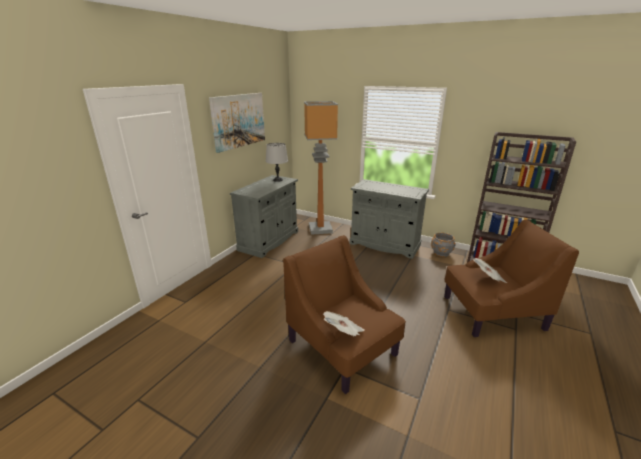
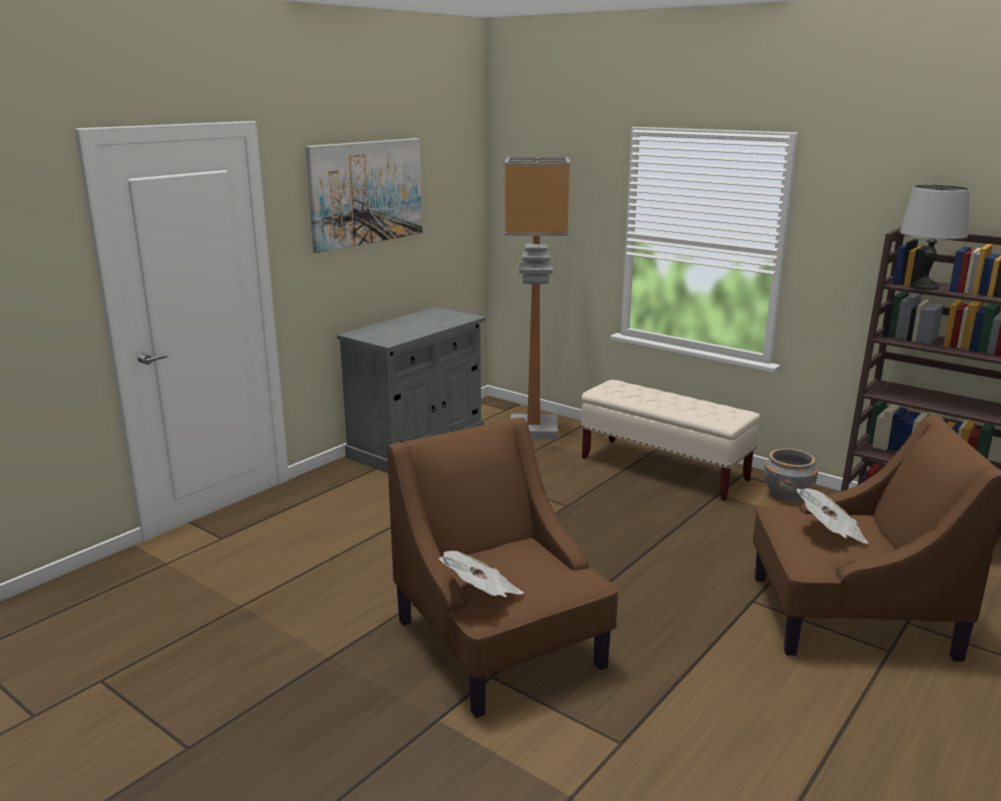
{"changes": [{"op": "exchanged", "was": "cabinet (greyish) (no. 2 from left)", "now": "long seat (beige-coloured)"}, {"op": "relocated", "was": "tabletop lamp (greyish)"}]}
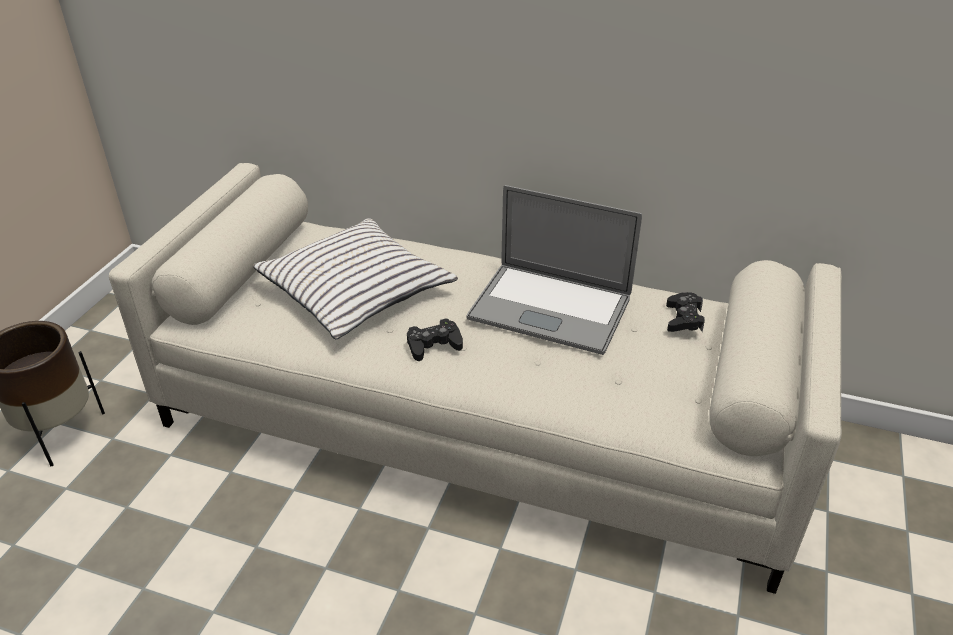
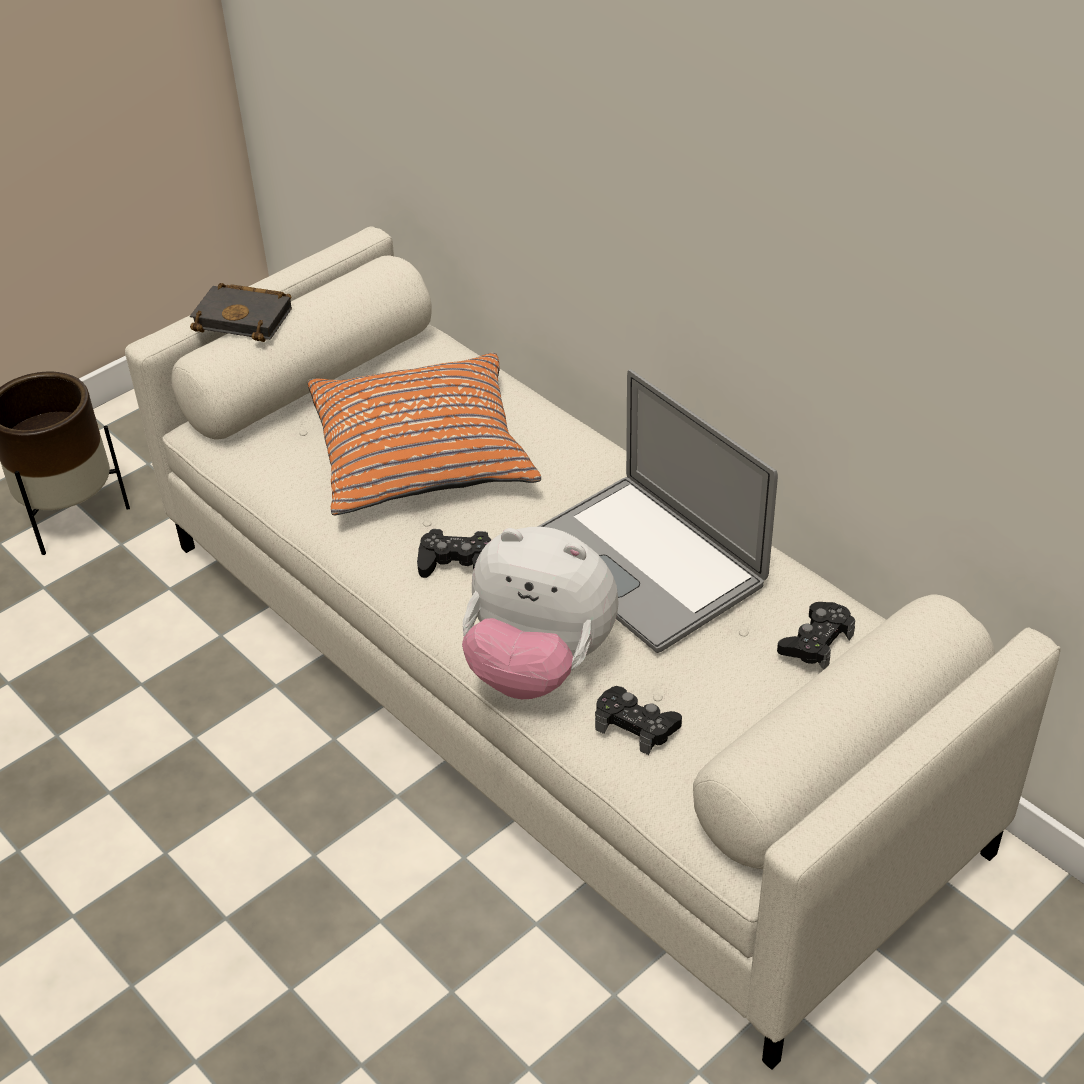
{"changes": [{"op": "appeared", "now": "bound book (blackish)"}, {"op": "colour", "was": "cushion (white-coloured)", "now": "cushion (orange-coloured)"}, {"op": "appeared", "now": "cuddly toy"}, {"op": "appeared", "now": "gamepad (blackish) (no. 2 from left)"}]}
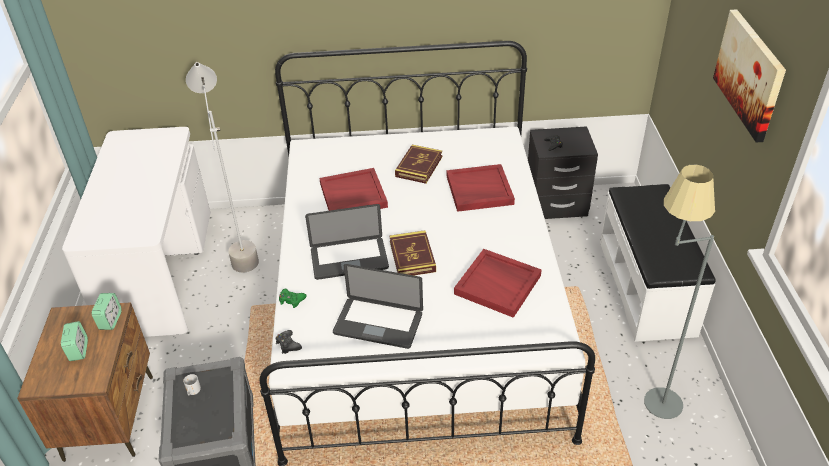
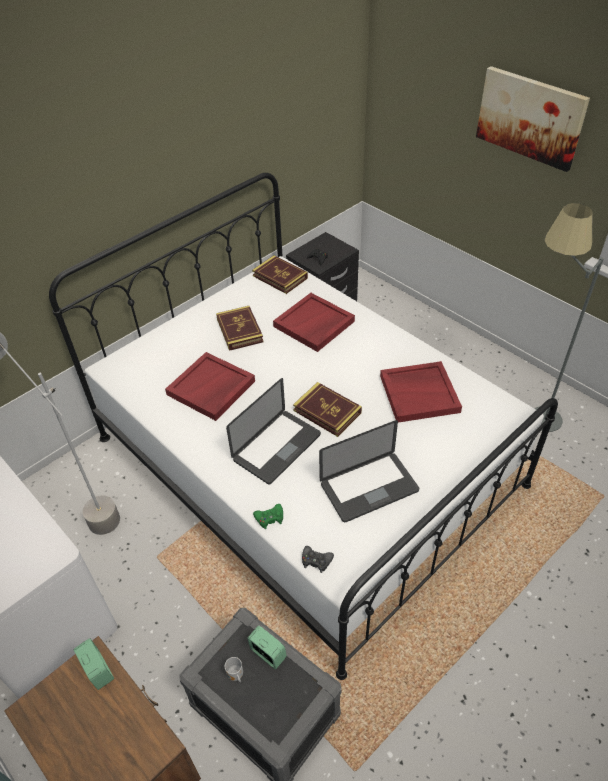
{"changes": [{"op": "relocated", "was": "alarm clock (no. 1 from left in the first image)", "now": "alarm clock (no. 2 from left)"}, {"op": "appeared", "now": "bound book (no. 2 from left)"}, {"op": "missing", "was": "long seat (white-coloured)"}]}
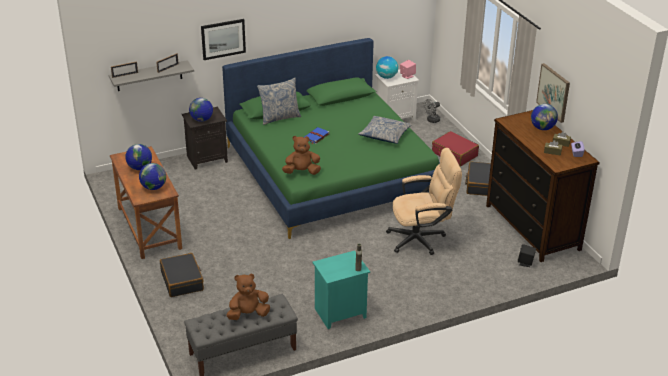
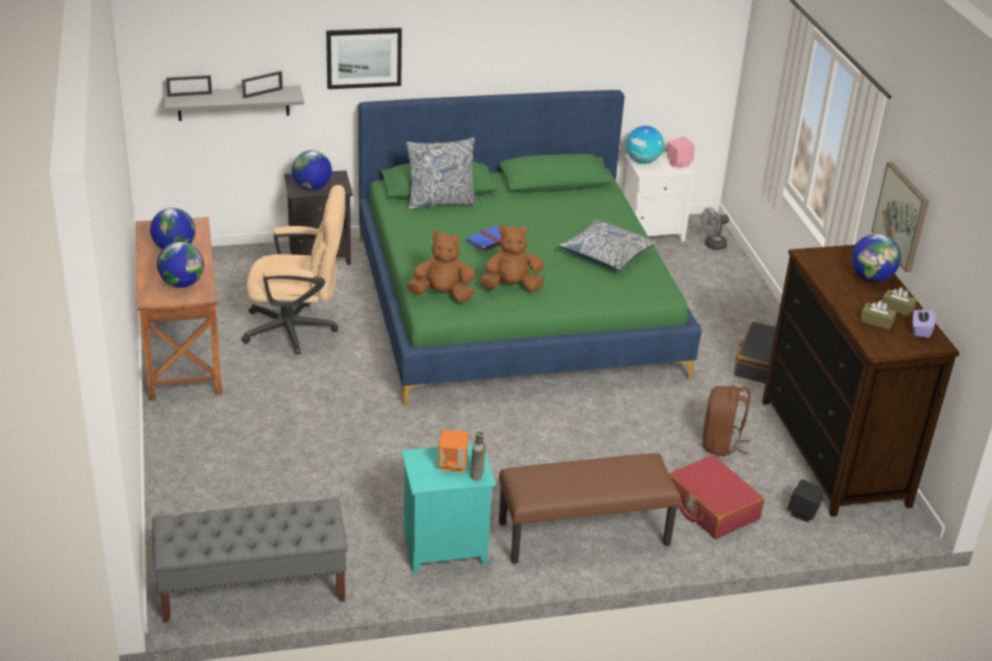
{"changes": [{"op": "relocated", "was": "desk chair (beige-coloured)"}, {"op": "appeared", "now": "audio speaker (orange-coloured)"}, {"op": "relocated", "was": "cuddly toy (brown-coloured) (no. 1 from left in the first image)", "now": "cuddly toy (brown-coloured) (no. 2 from left)"}, {"op": "appeared", "now": "long seat (brown-coloured)"}, {"op": "relocated", "was": "piece of luggage (red-coloured)"}, {"op": "appeared", "now": "rucksack (brown-coloured)"}, {"op": "missing", "was": "piece of luggage (blackish) (no. 1 from left)"}]}
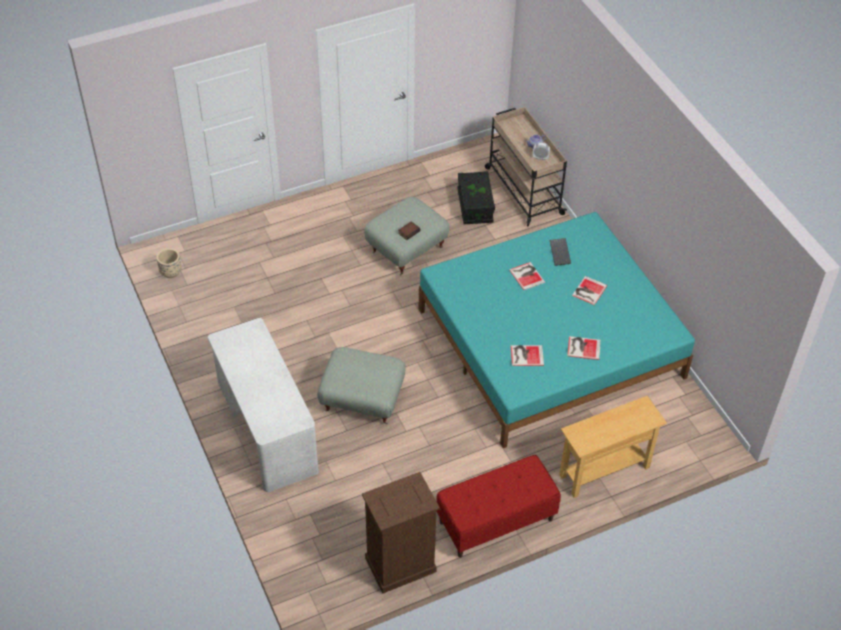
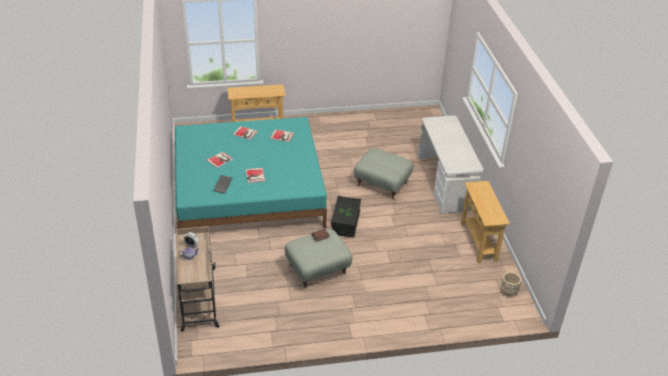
{"changes": [{"op": "relocated", "was": "storage bin (blackish)"}, {"op": "appeared", "now": "console table (beige-coloured) (no. 2 from left)"}, {"op": "missing", "was": "dresser (brown-coloured)"}, {"op": "missing", "was": "long seat (red-coloured)"}]}
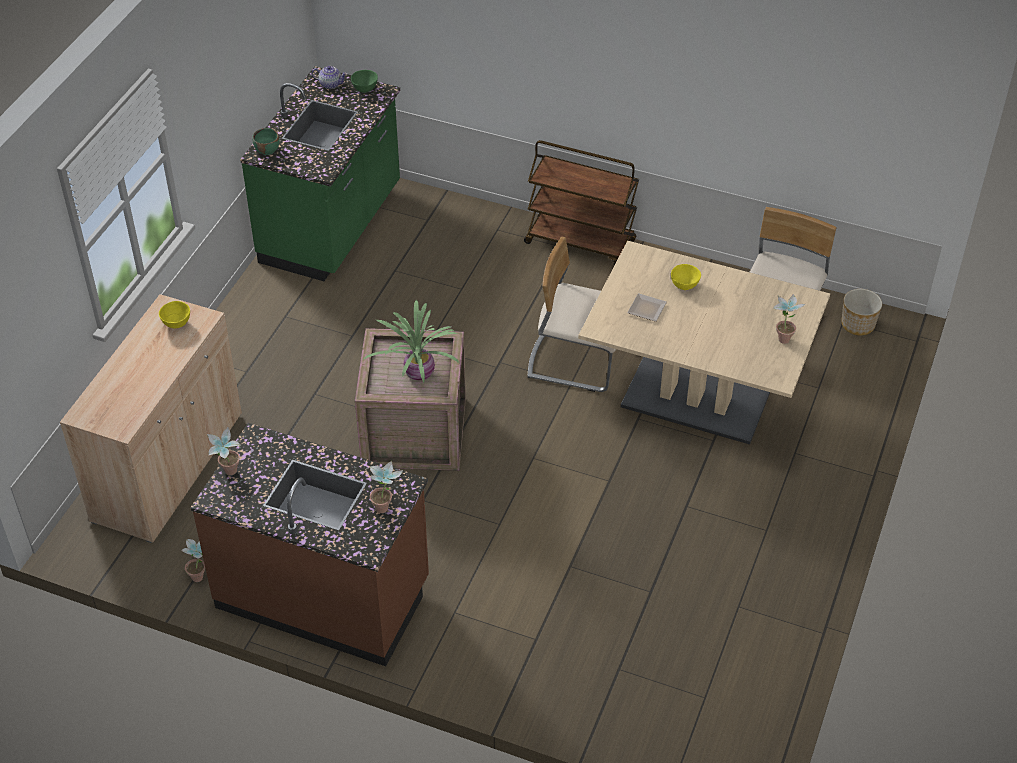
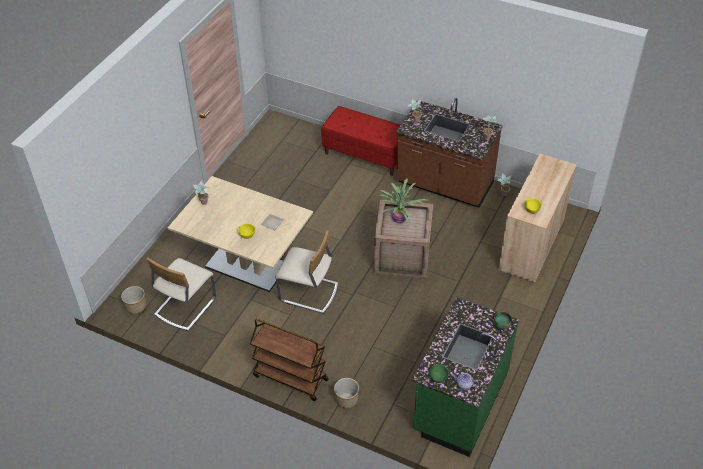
{"changes": [{"op": "appeared", "now": "long seat (red-coloured)"}, {"op": "appeared", "now": "flower pot (no. 2 from left)"}]}
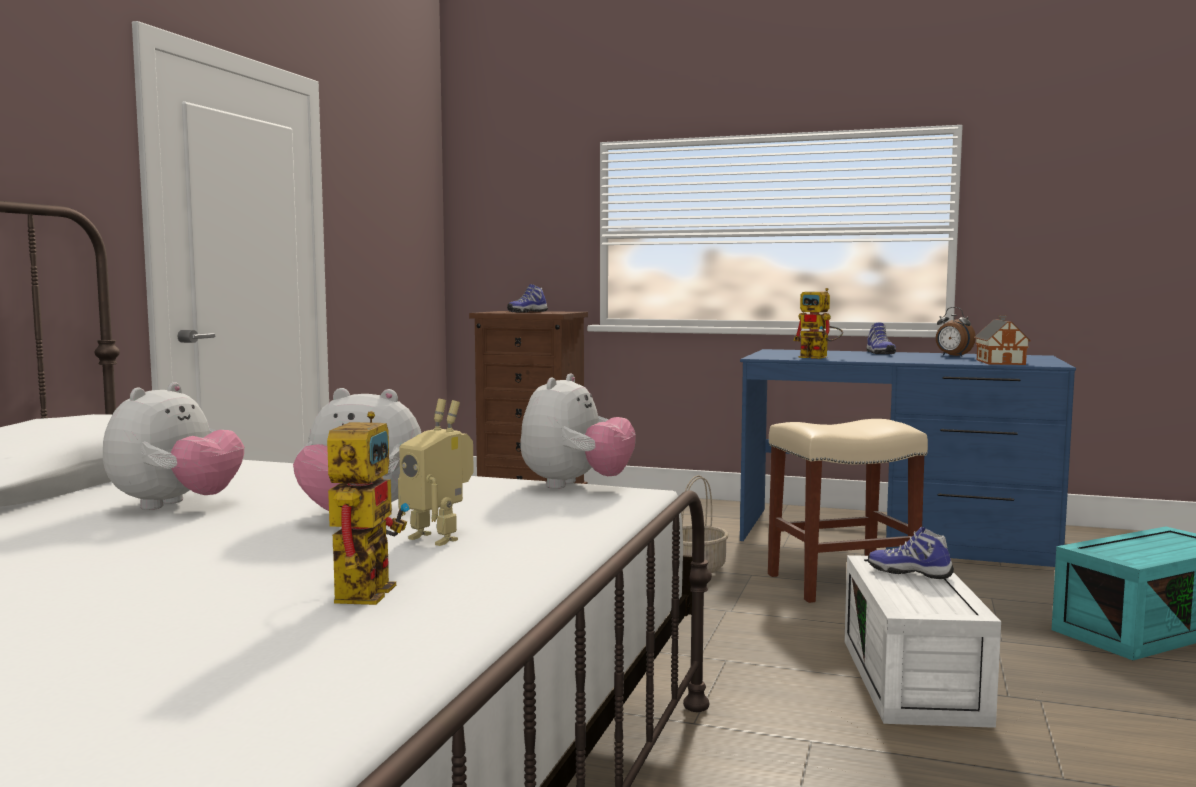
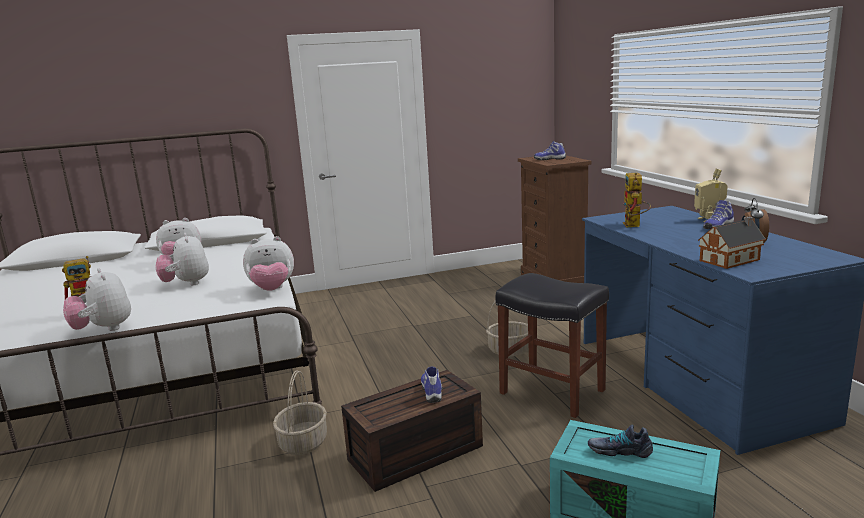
{"changes": [{"op": "appeared", "now": "cuddly toy (no. 1 from left)"}, {"op": "appeared", "now": "basket (no. 1 from left)"}, {"op": "colour", "was": "storage bin (white-coloured)", "now": "storage bin (brown-coloured)"}, {"op": "colour", "was": "stool (beige-coloured)", "now": "stool (blackish)"}, {"op": "appeared", "now": "low shoe (no. 3 from left)"}, {"op": "relocated", "was": "toy robot (no. 2 from left in the first image)", "now": "toy robot (no. 3 from left)"}]}
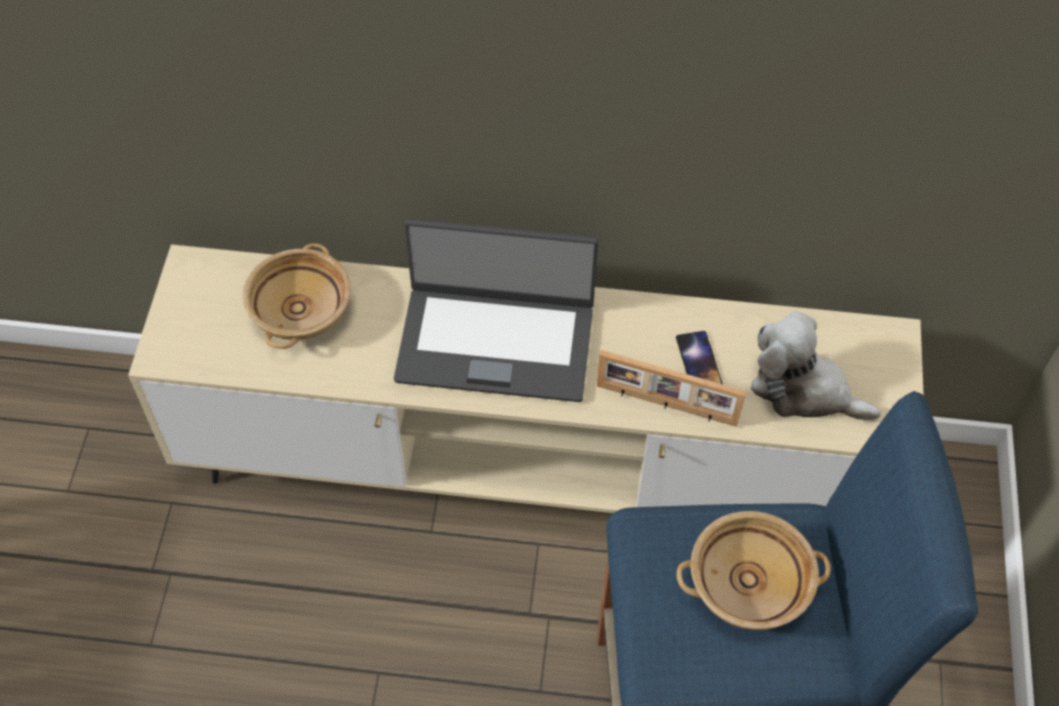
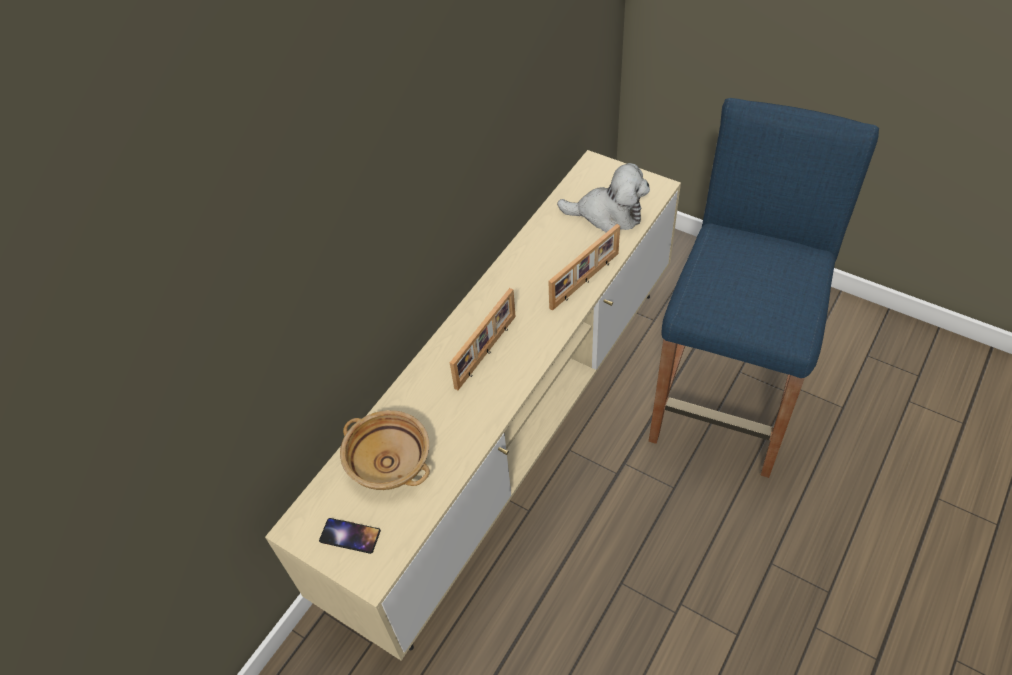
{"changes": [{"op": "relocated", "was": "handset"}, {"op": "exchanged", "was": "notebook computer", "now": "photo frame (no. 1 from left)"}, {"op": "spun", "was": "cuddly toy", "clockwise": -135}, {"op": "missing", "was": "deep dish (beige-coloured) (no. 2 from left)"}]}
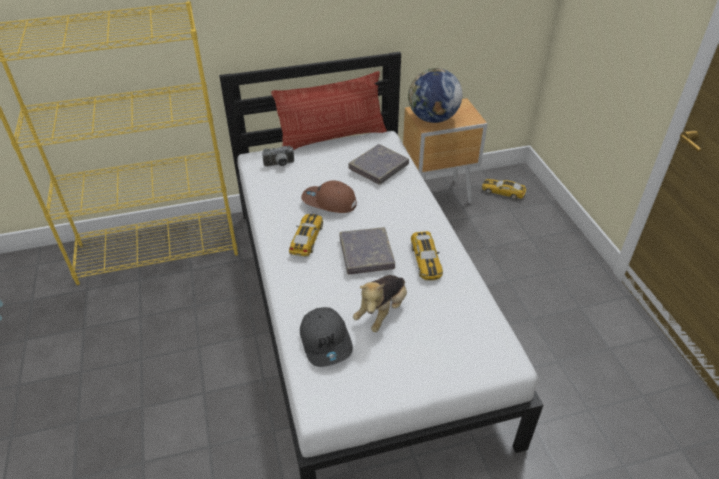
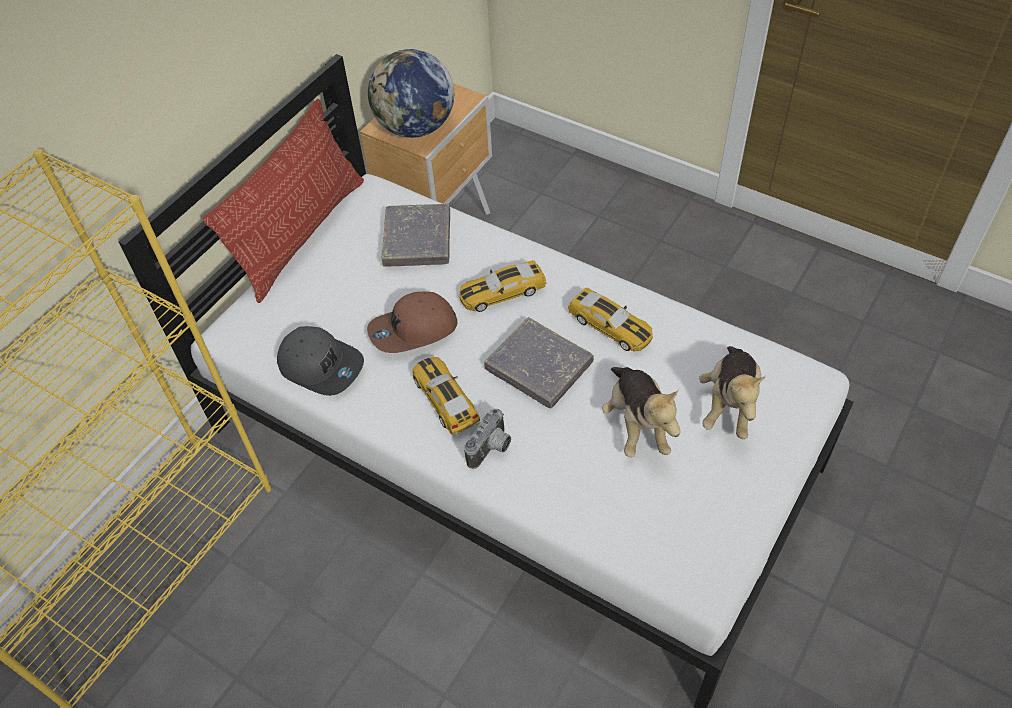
{"changes": [{"op": "relocated", "was": "baseball cap (greyish)"}, {"op": "relocated", "was": "toy car (no. 3 from left in the first image)", "now": "toy car (no. 2 from left)"}, {"op": "relocated", "was": "still camera"}, {"op": "appeared", "now": "cuddly toy (no. 2 from left)"}]}
